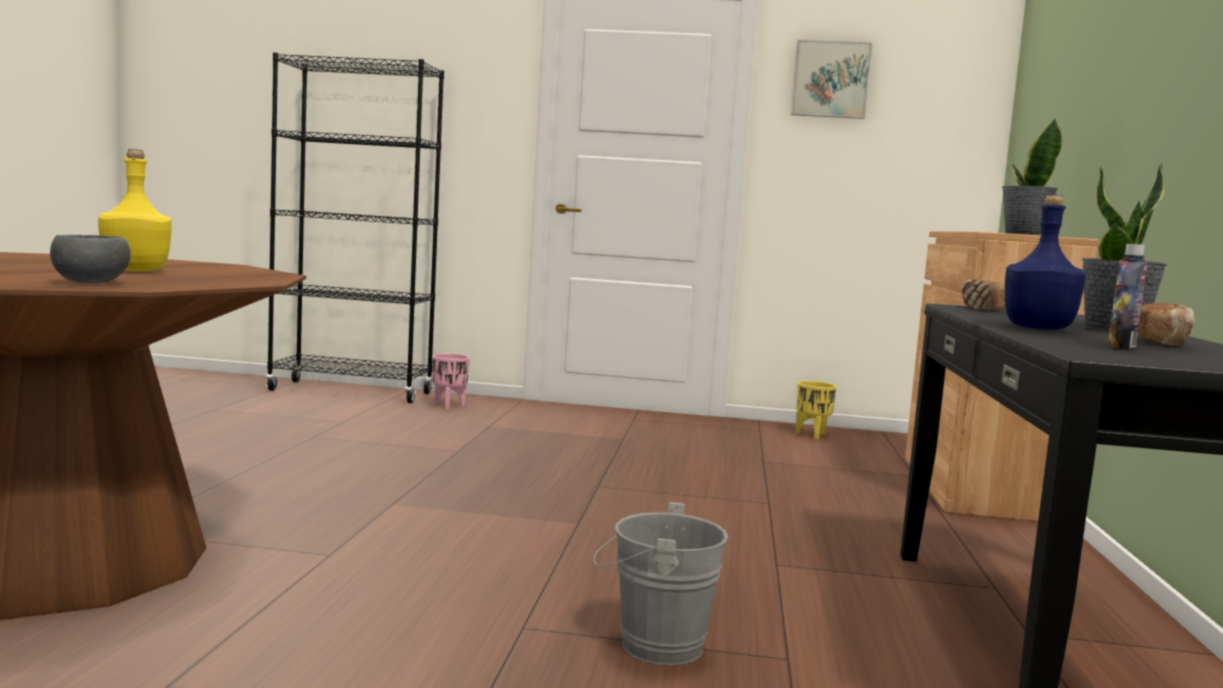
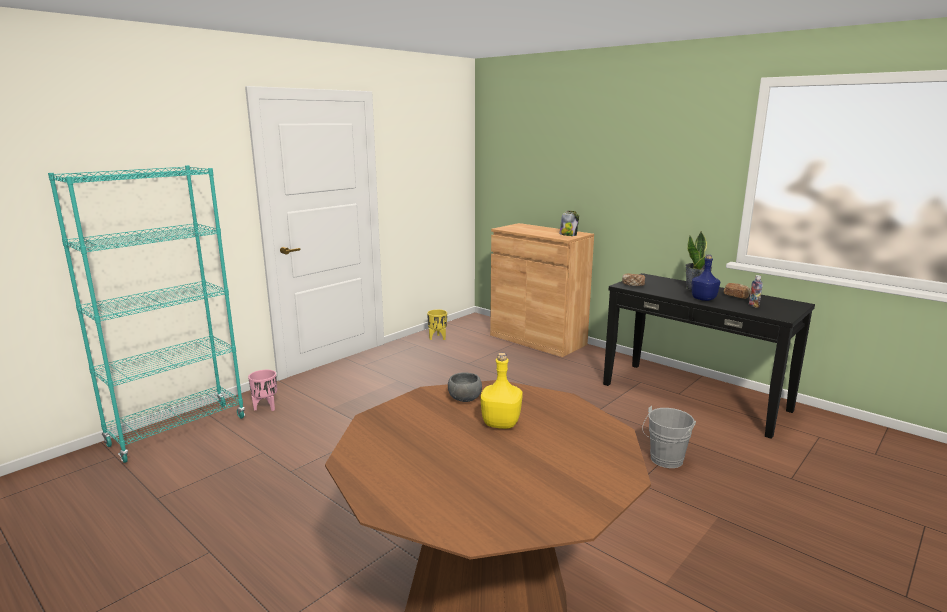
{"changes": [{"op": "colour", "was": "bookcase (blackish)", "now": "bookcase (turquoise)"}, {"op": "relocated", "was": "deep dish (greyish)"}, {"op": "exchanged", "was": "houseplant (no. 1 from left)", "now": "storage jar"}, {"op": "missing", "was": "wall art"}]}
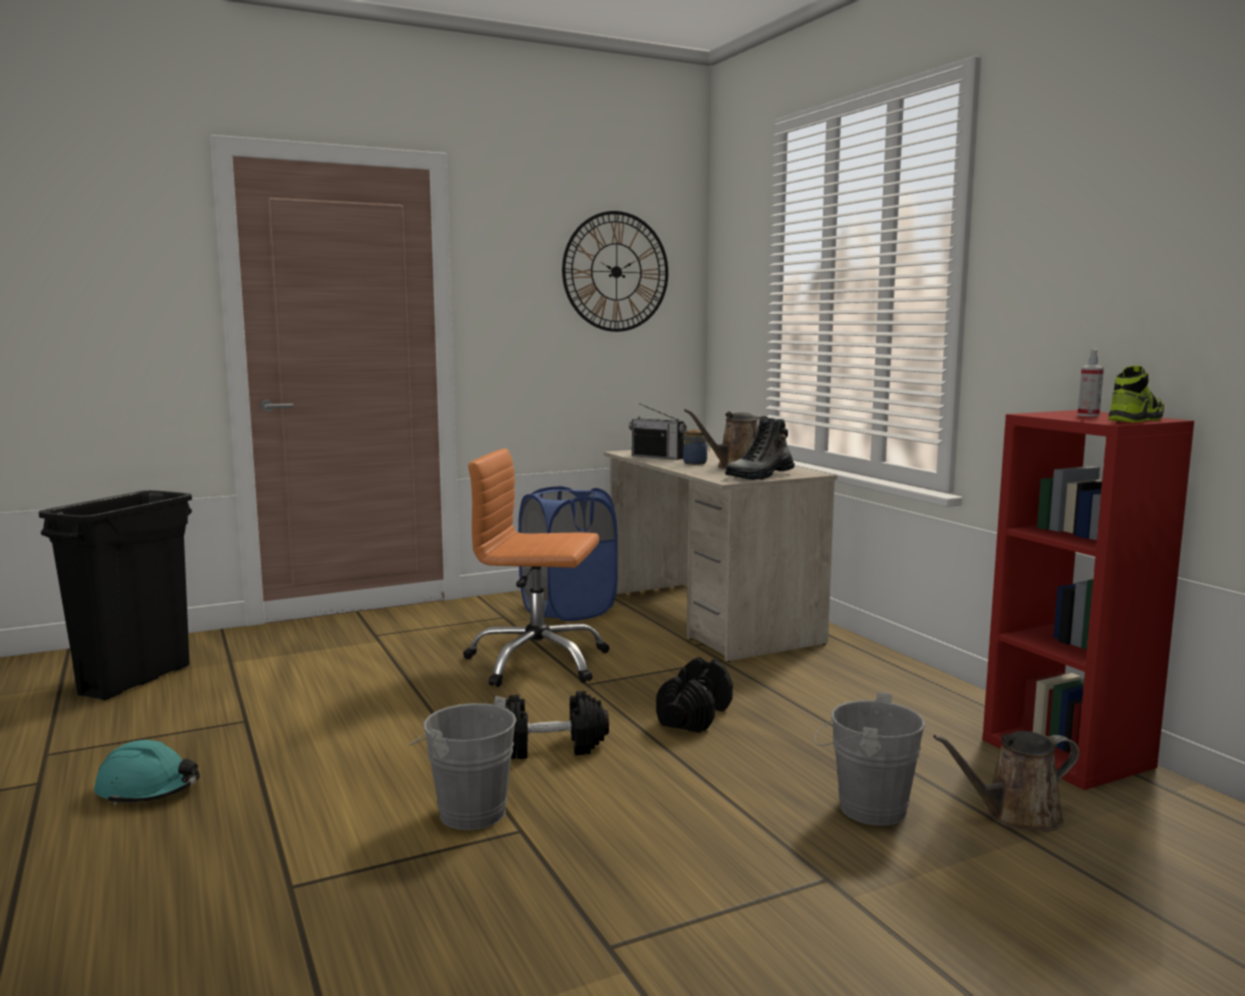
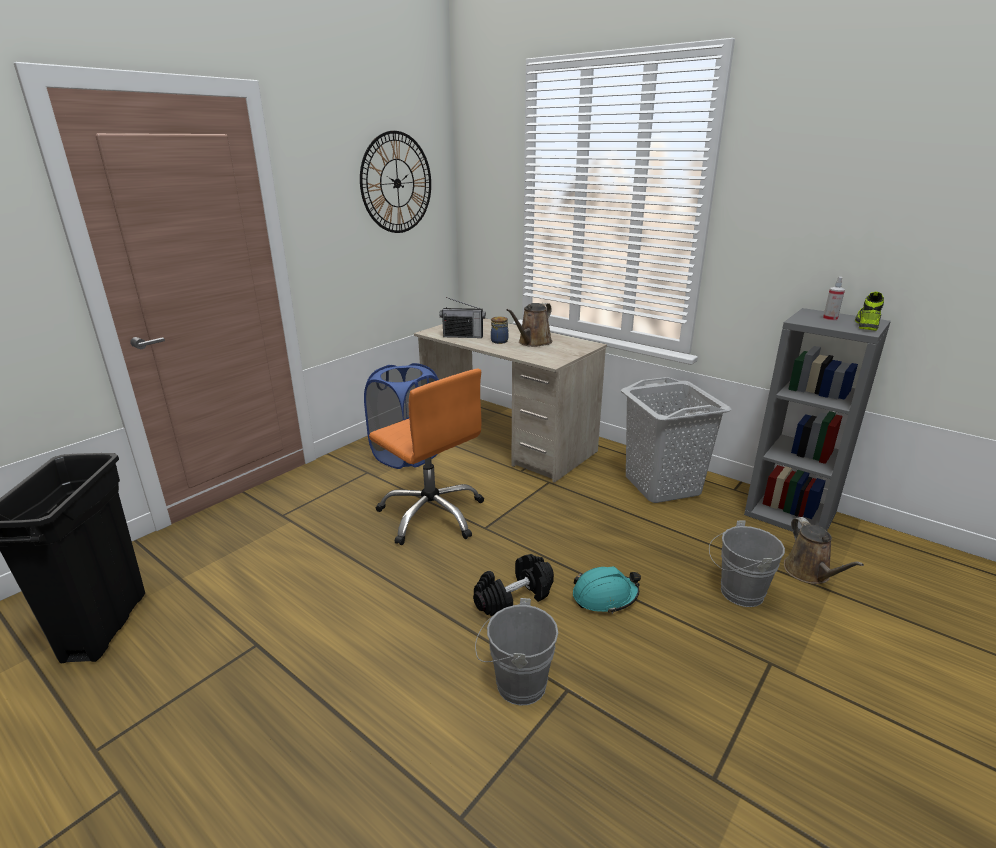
{"changes": [{"op": "spun", "was": "desk chair (orange-coloured)", "clockwise": -120}, {"op": "relocated", "was": "safety helmet (turquoise)"}, {"op": "appeared", "now": "hamper (greyish)"}, {"op": "colour", "was": "bookcase (red-coloured)", "now": "bookcase (greyish)"}, {"op": "spun", "was": "watering can (brown-coloured) (no. 2 from left)", "clockwise": -60}, {"op": "missing", "was": "hand weight (blackish) (no. 2 from left)"}, {"op": "missing", "was": "tall boot"}]}
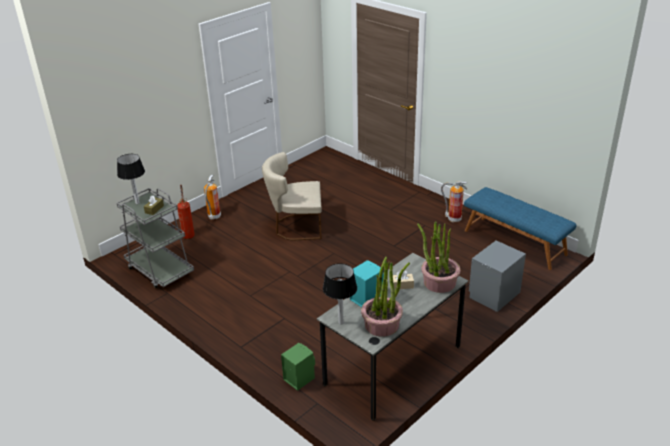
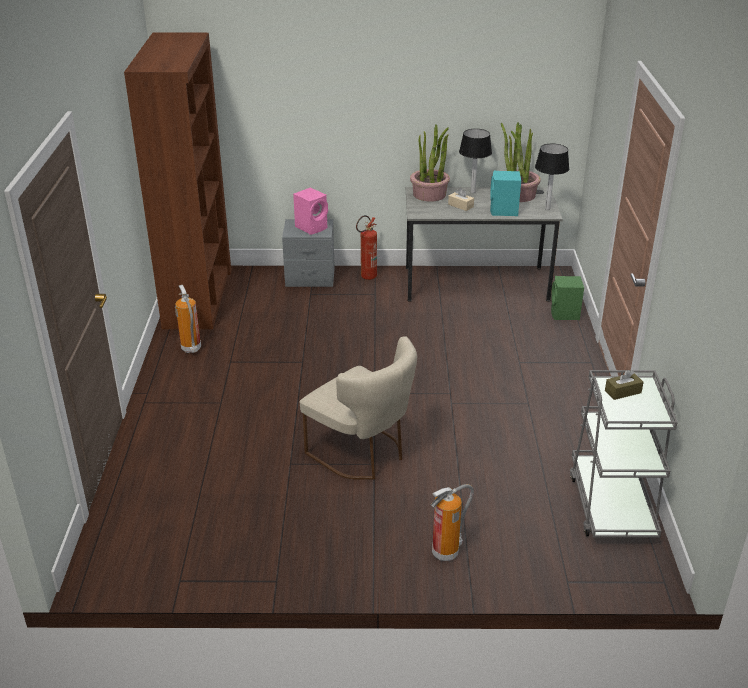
{"changes": [{"op": "exchanged", "was": "long seat (bluish)", "now": "bookcase (brown-coloured)"}, {"op": "appeared", "now": "audio speaker (pink)"}, {"op": "relocated", "was": "fire-fighting cylinder (no. 1 from left in the first image)", "now": "fire-fighting cylinder (no. 2 from left)"}, {"op": "relocated", "was": "tabletop lamp (no. 1 from left)"}]}
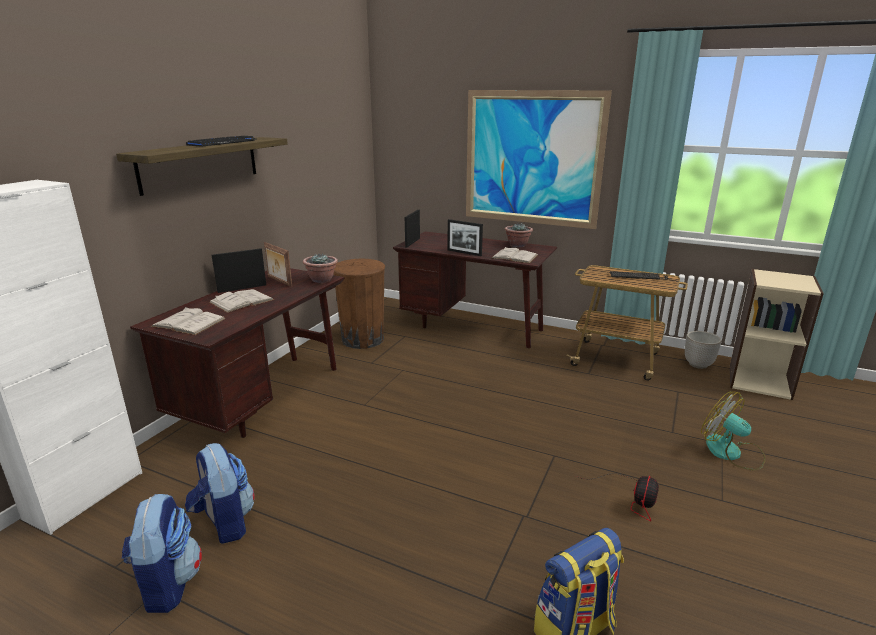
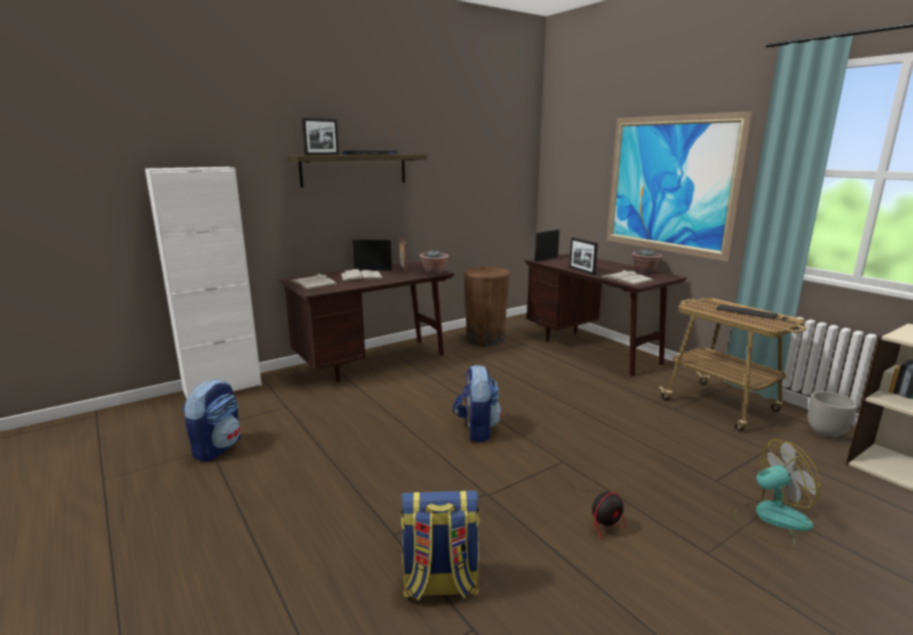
{"changes": [{"op": "appeared", "now": "photo frame (no. 1 from left)"}, {"op": "relocated", "was": "rucksack (no. 2 from left in the first image)", "now": "rucksack (no. 3 from left)"}, {"op": "spun", "was": "fan (no. 2 from left)", "clockwise": 90}]}
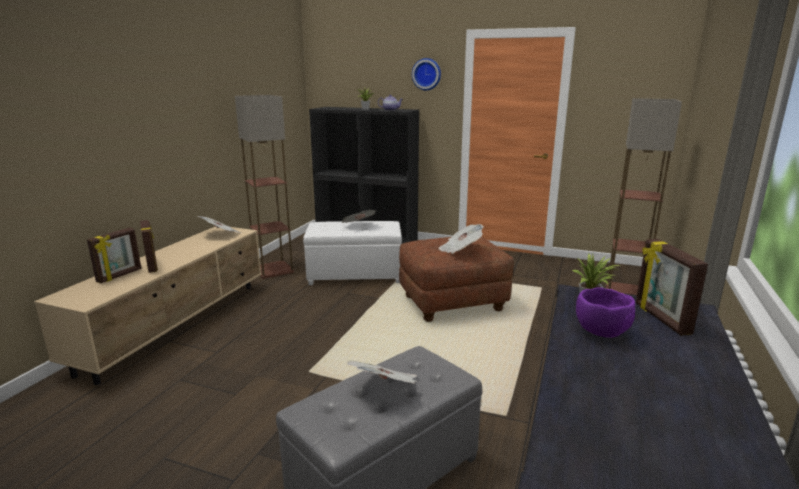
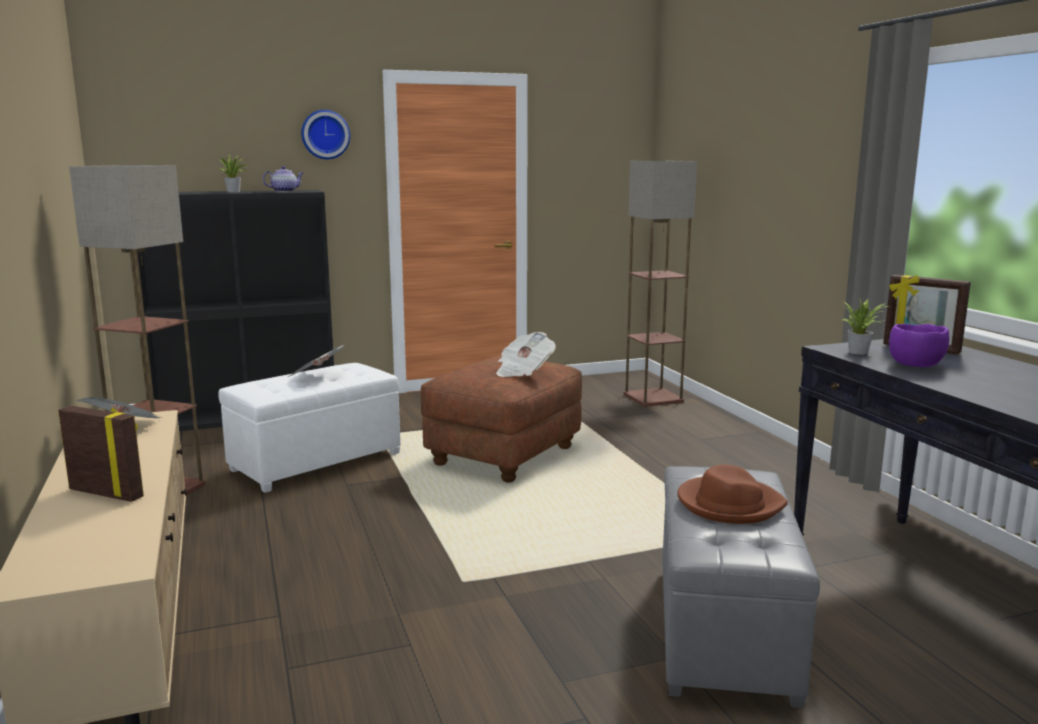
{"changes": [{"op": "exchanged", "was": "newspaper (no. 3 from left)", "now": "hat (brown-coloured)"}, {"op": "missing", "was": "photo frame (no. 1 from left)"}]}
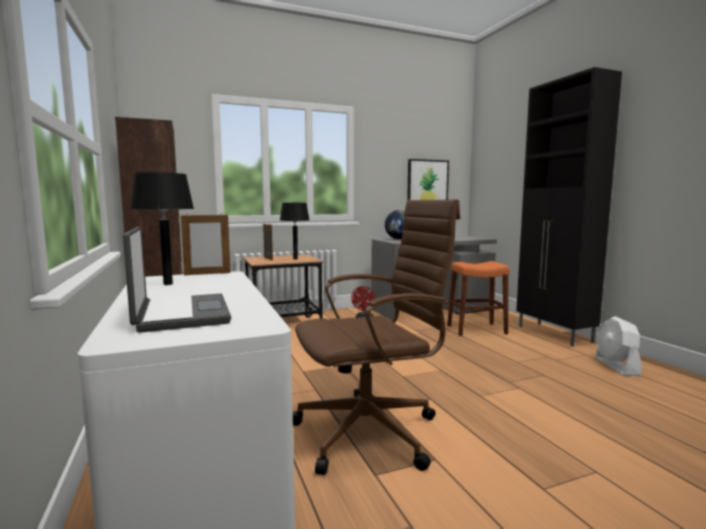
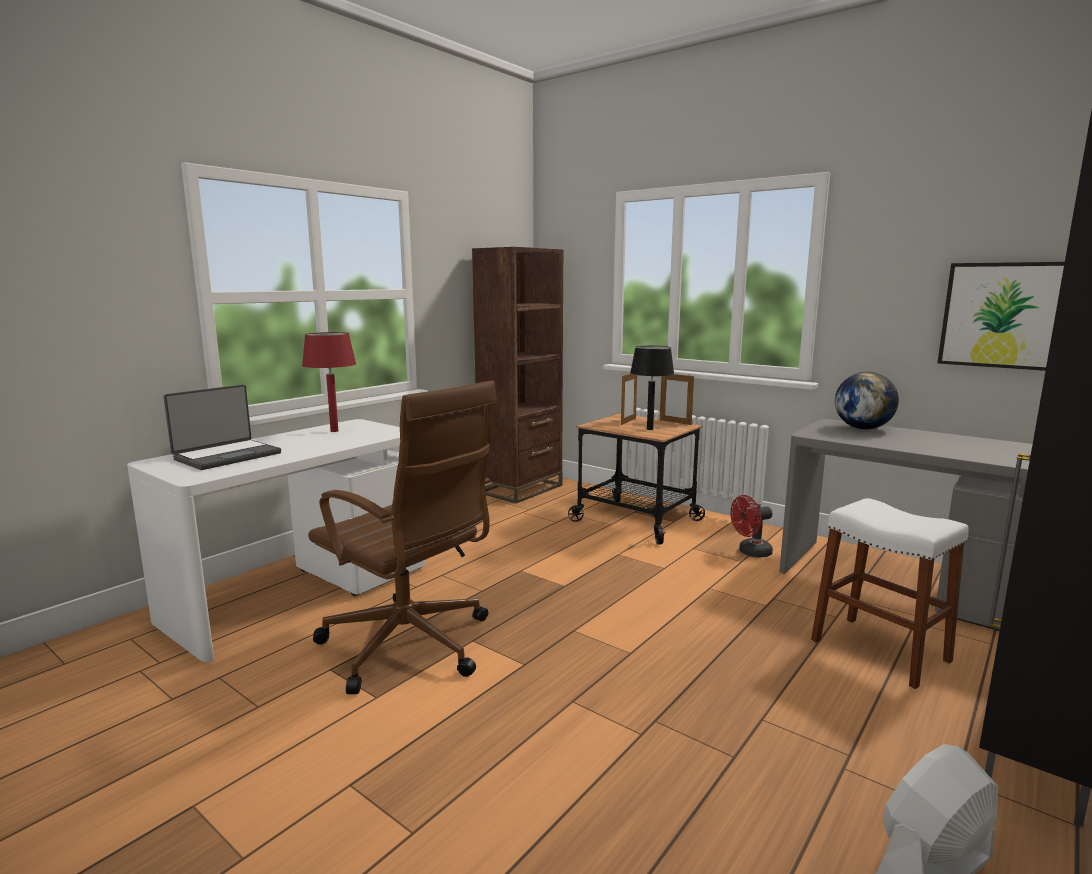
{"changes": [{"op": "colour", "was": "tabletop lamp (blackish) (no. 1 from left)", "now": "tabletop lamp (red-coloured)"}, {"op": "relocated", "was": "photo frame (no. 1 from left in the first image)", "now": "photo frame (no. 2 from left)"}, {"op": "colour", "was": "stool (orange-coloured)", "now": "stool (white-coloured)"}]}
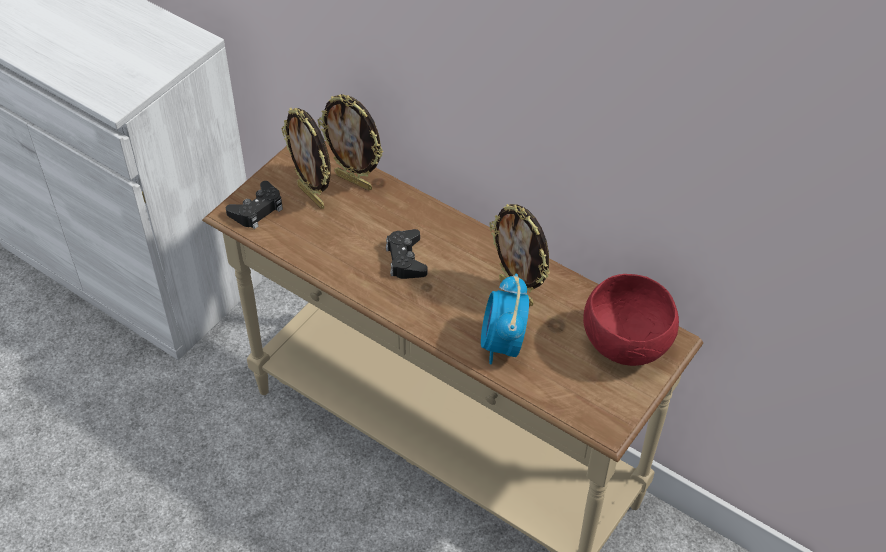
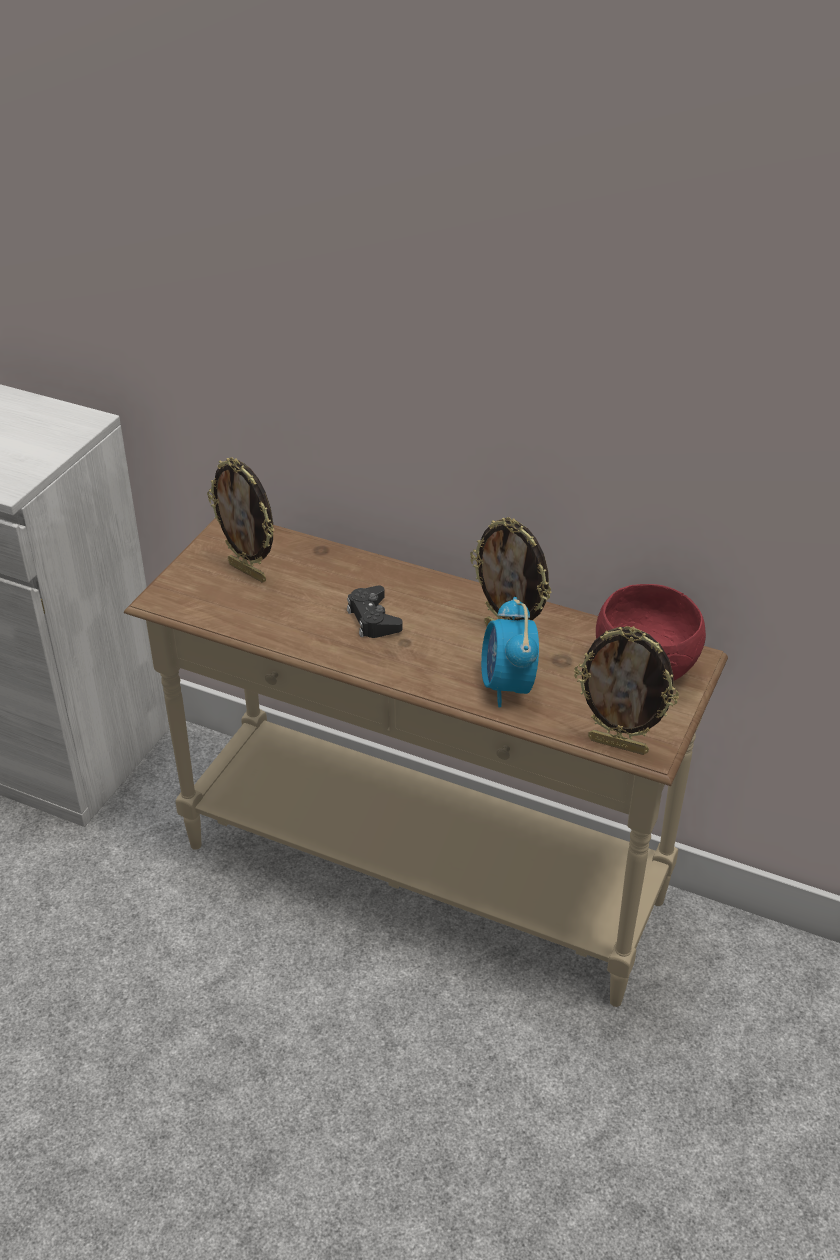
{"changes": [{"op": "relocated", "was": "photo frame (no. 2 from left in the first image)", "now": "photo frame (no. 3 from left)"}, {"op": "missing", "was": "gamepad (blackish) (no. 1 from left)"}]}
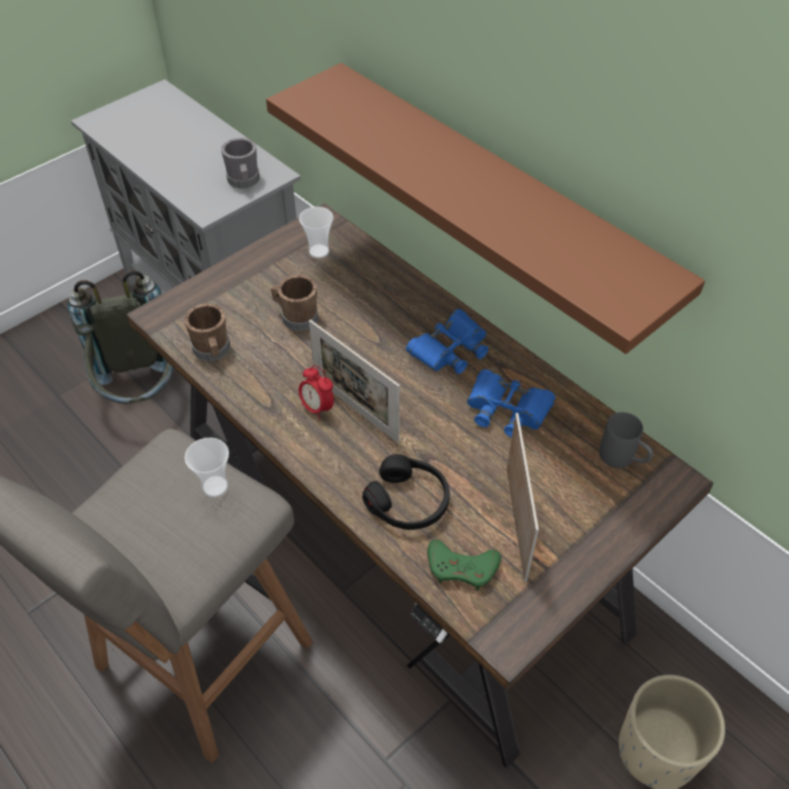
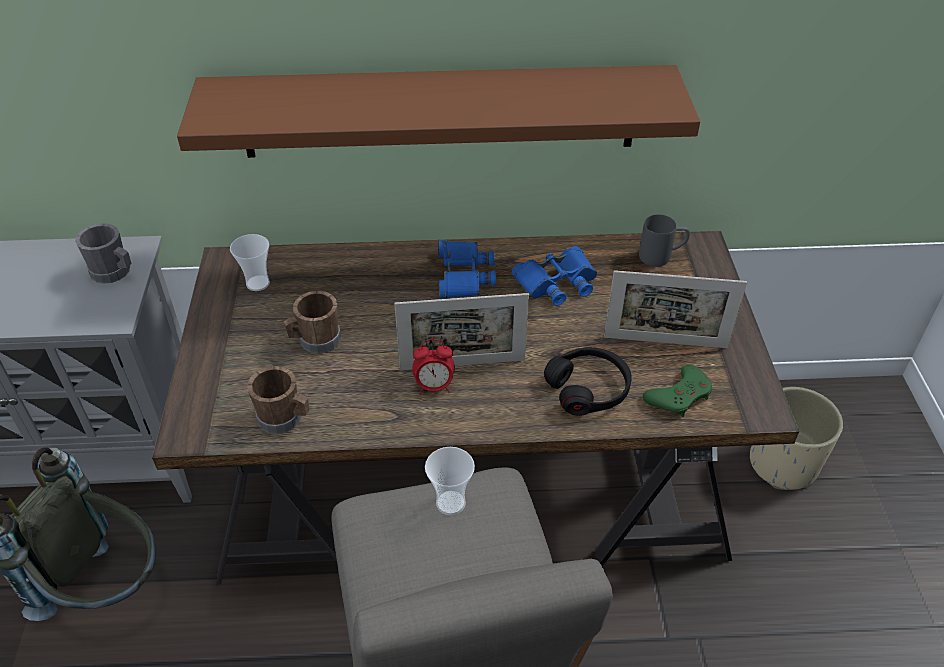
{"changes": [{"op": "spun", "was": "photo frame (no. 2 from left)", "clockwise": 150}]}
